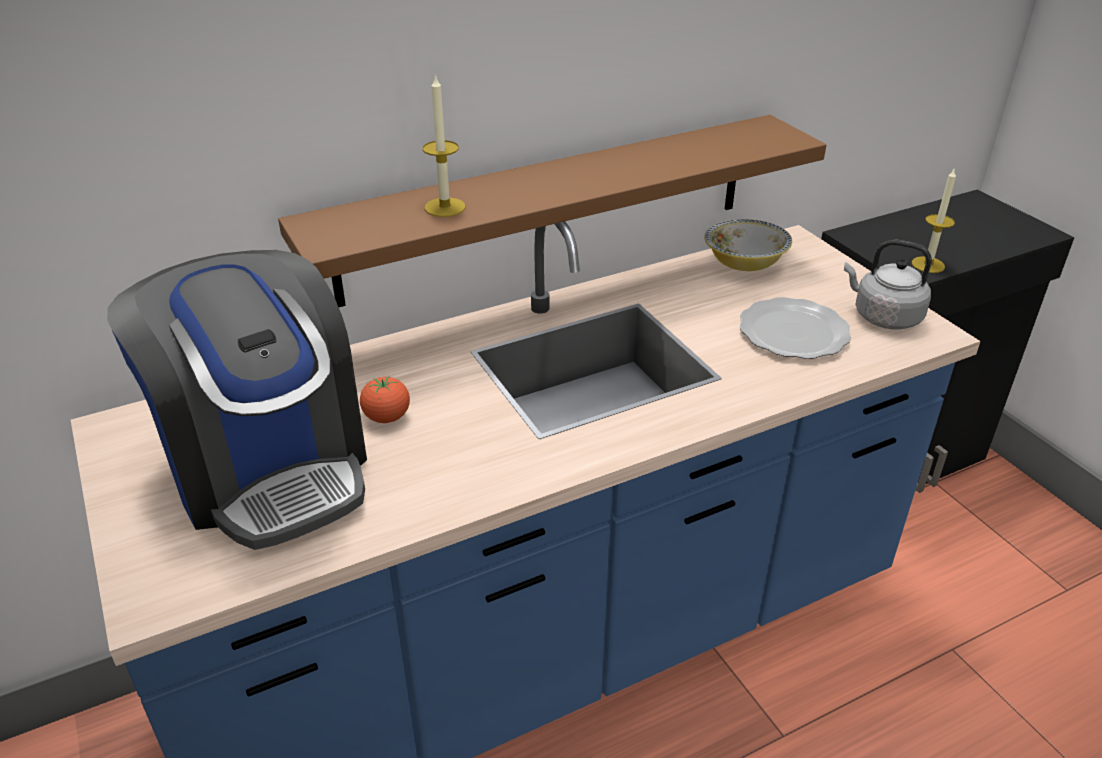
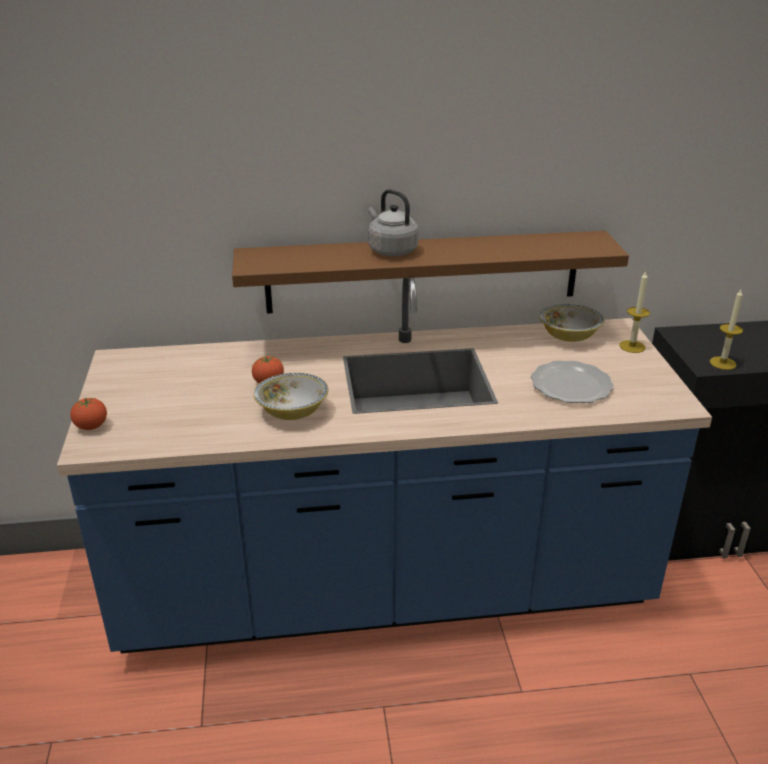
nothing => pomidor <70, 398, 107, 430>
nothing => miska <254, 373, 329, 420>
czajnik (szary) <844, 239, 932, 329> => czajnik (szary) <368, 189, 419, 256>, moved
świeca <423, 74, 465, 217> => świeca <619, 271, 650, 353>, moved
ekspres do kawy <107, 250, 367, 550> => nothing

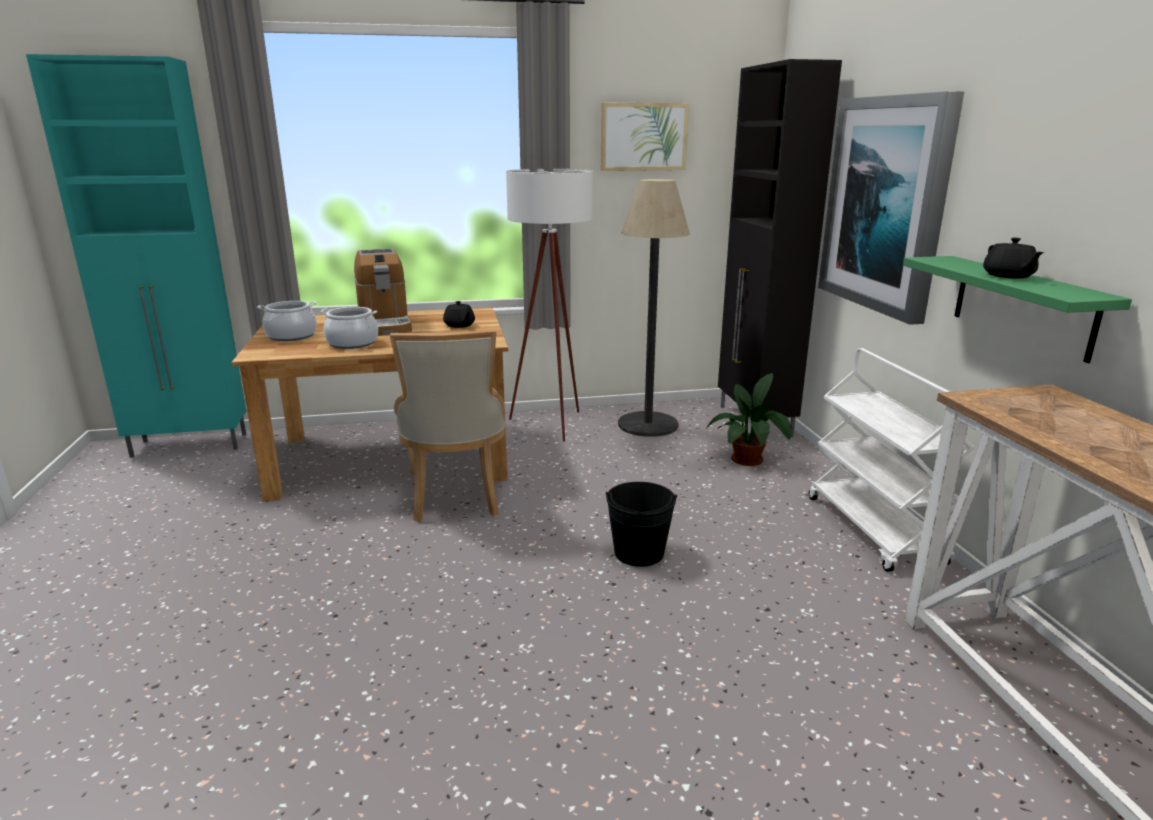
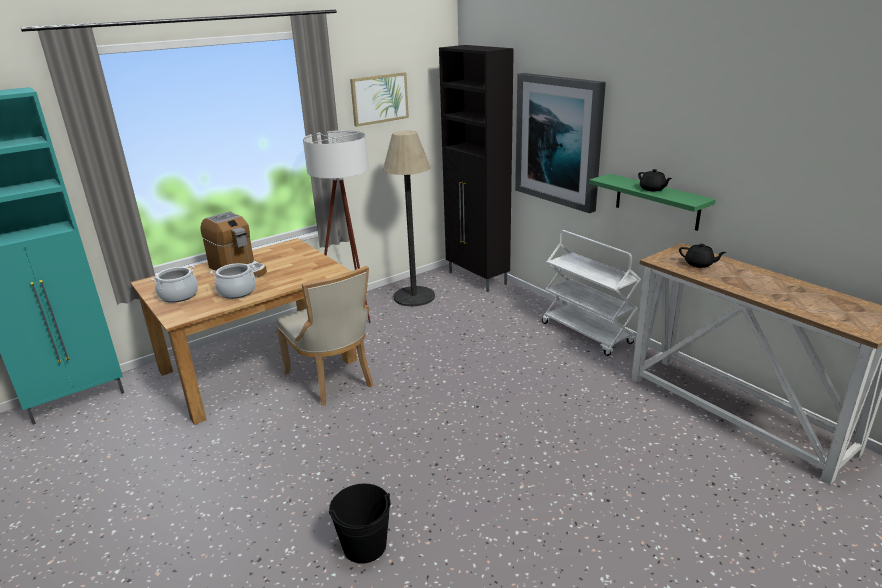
wiadro (czarny) <606, 482, 677, 567> => wiadro (czarny) <329, 483, 390, 564>, moved
imbryk (czarny) <443, 301, 475, 328> => imbryk (czarny) <679, 244, 727, 268>, moved
roślina doniczkowa <706, 373, 793, 466> => nothing

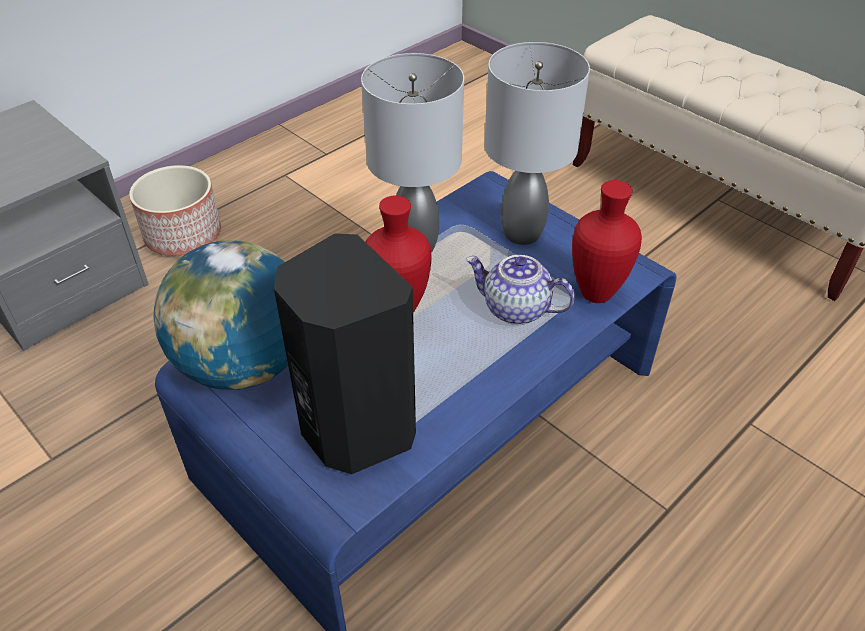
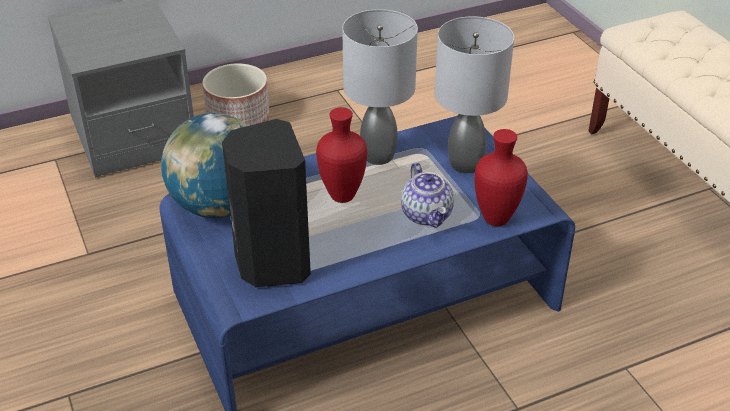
imbryk <466, 255, 575, 325> => imbryk <401, 162, 454, 228>, 150 degrees counterclockwise

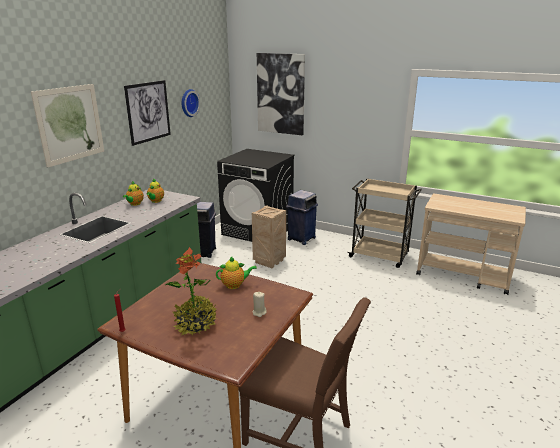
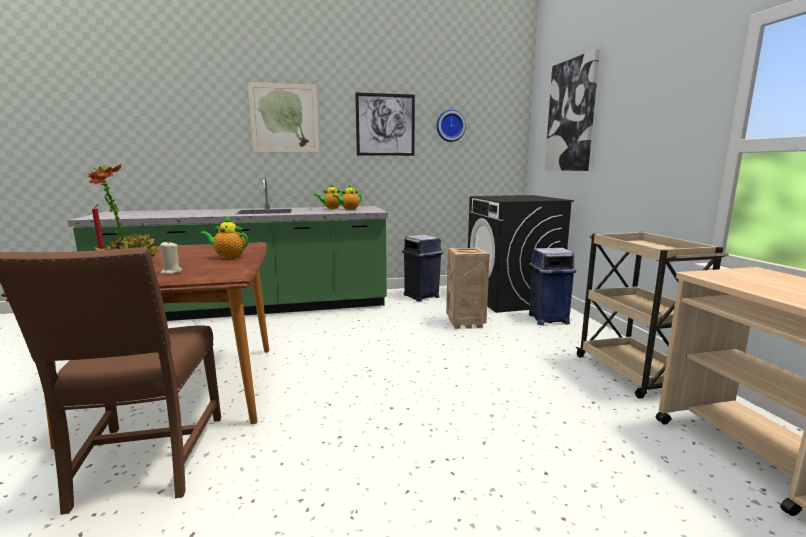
imbryk <216, 256, 257, 289> => imbryk <200, 216, 248, 259>, 150 degrees clockwise

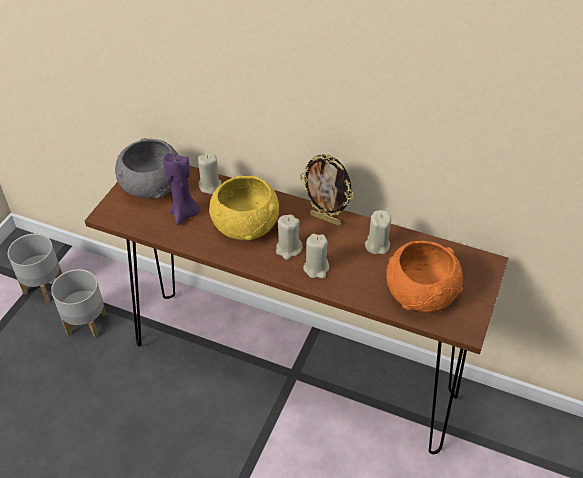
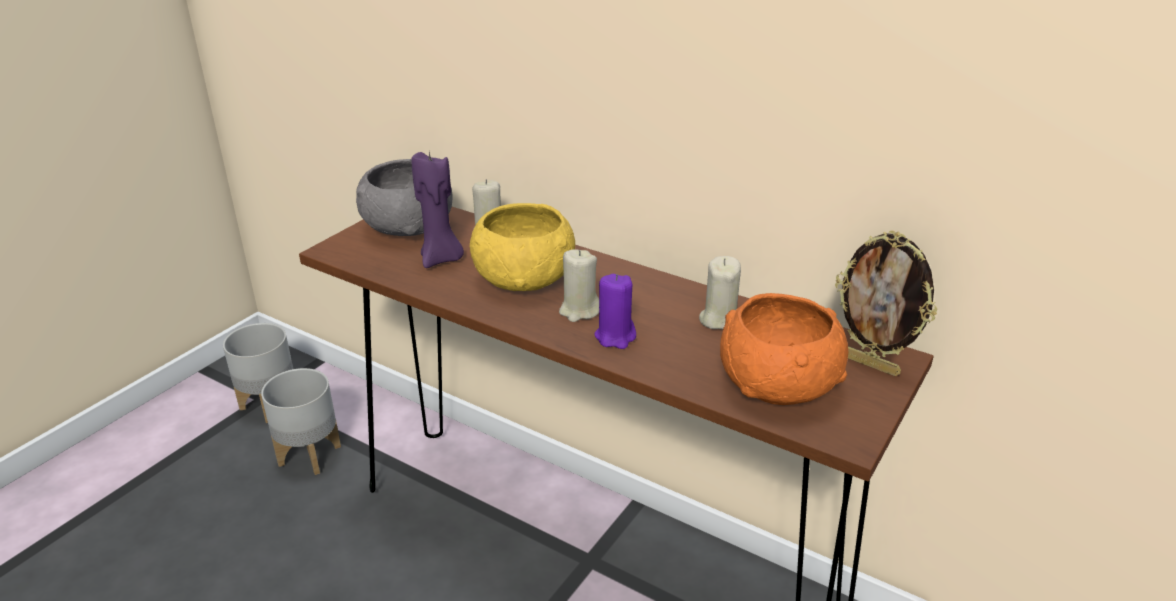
świeca (beżowy) <303, 234, 329, 278> => świeca (fioletowy) <595, 274, 636, 349>
ramka na zdjęcie <300, 154, 354, 225> => ramka na zdjęcie <835, 231, 937, 376>, moved

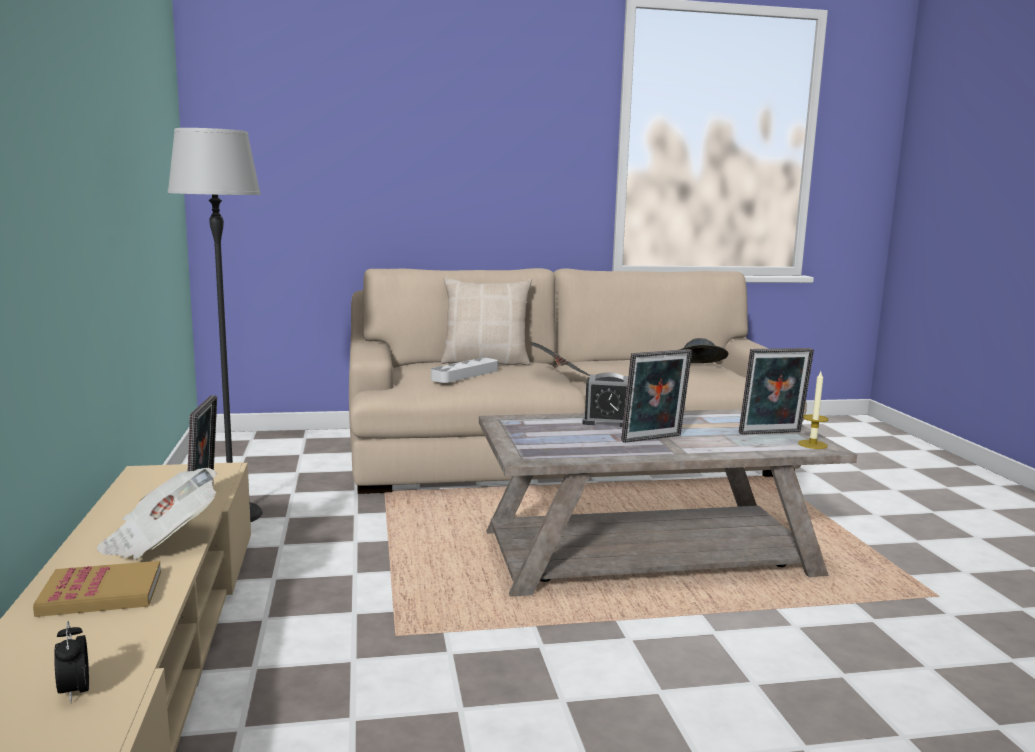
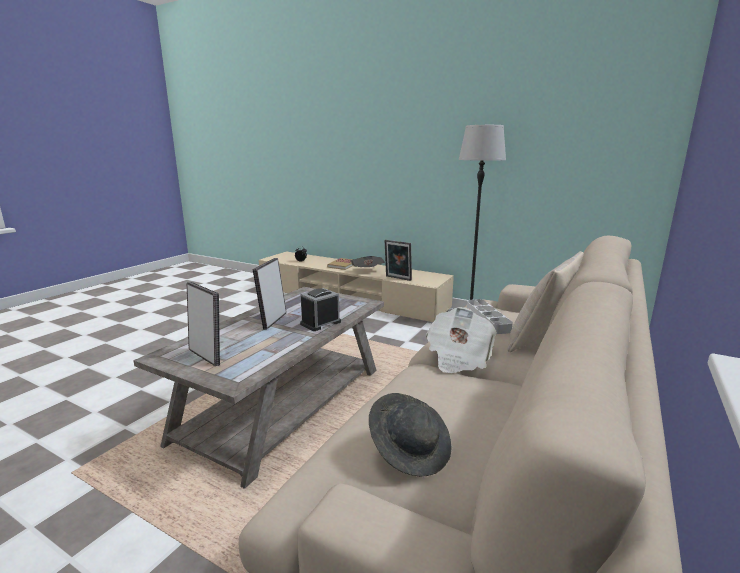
ramka na zdjęcie <739, 348, 814, 435> => ramka na zdjęcie <187, 282, 220, 366>, 105 degrees clockwise
świeca <798, 372, 828, 449> => nothing

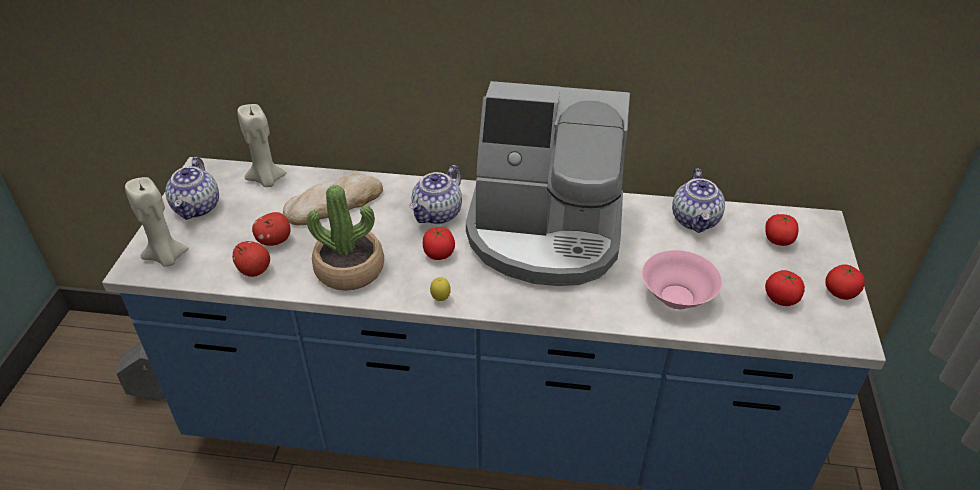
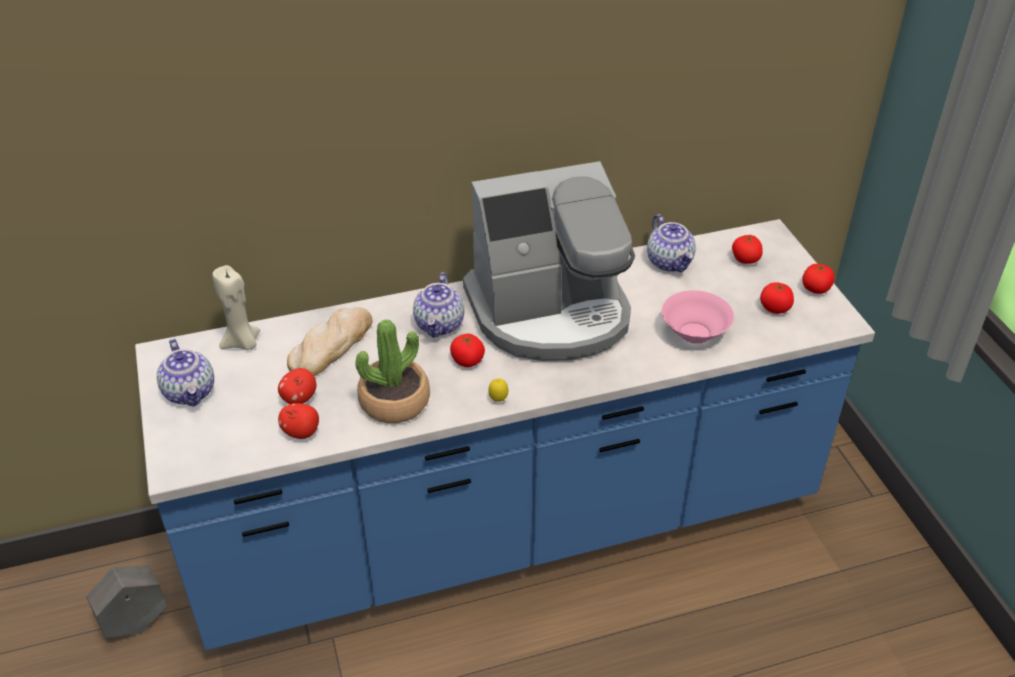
świeca (beżowy) <125, 177, 189, 267> => nothing

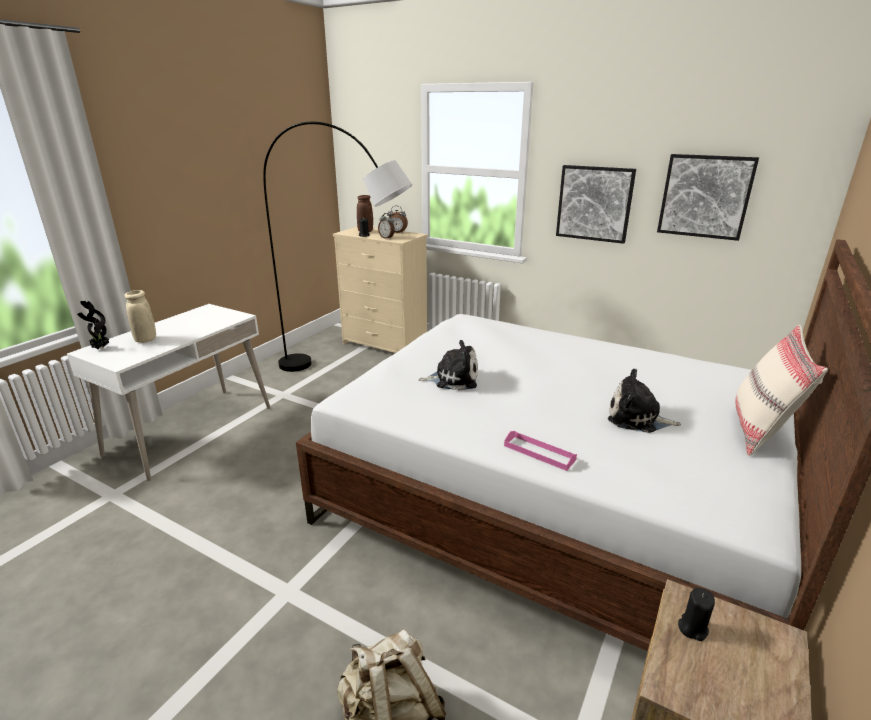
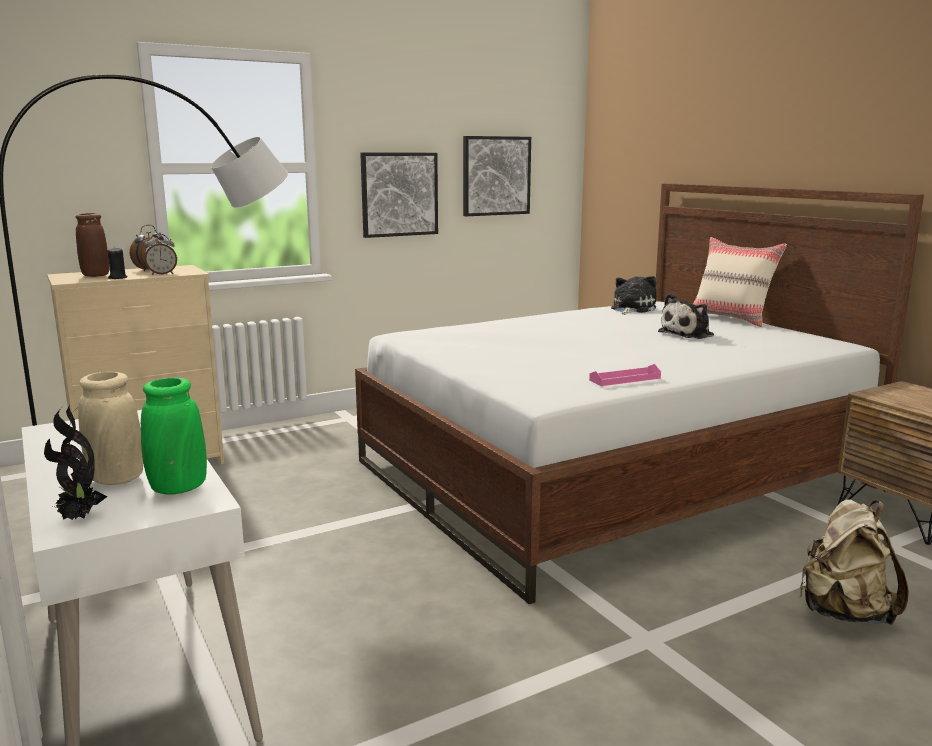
nothing => wazon (zielony) <141, 378, 207, 495>
taca (różowy) <504, 431, 577, 471> => taca (różowy) <589, 364, 661, 386>, moved
pluszak <418, 340, 478, 391> => pluszak <611, 276, 656, 315>, moved
świeca (czarny) <678, 588, 715, 641> => nothing

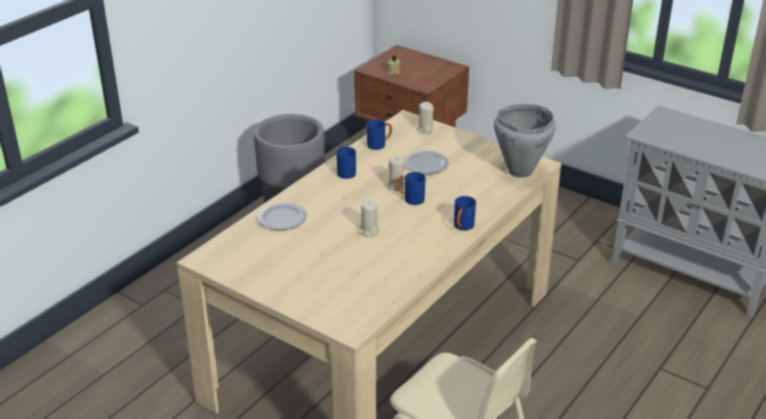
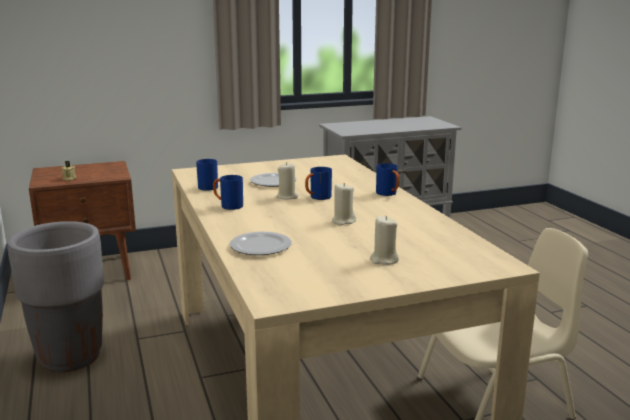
świeca (beżowy) <416, 102, 435, 134> => świeca (beżowy) <370, 216, 399, 265>, moved
garnek (szary) <494, 104, 556, 178> => nothing

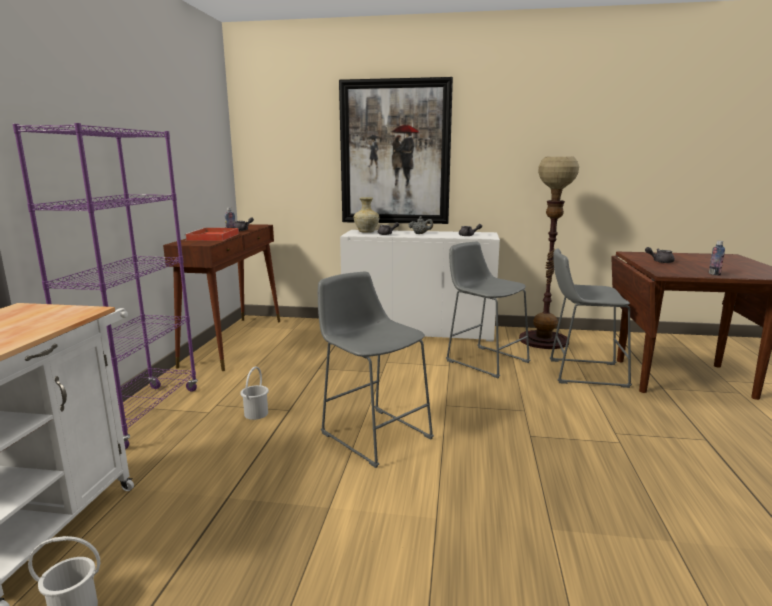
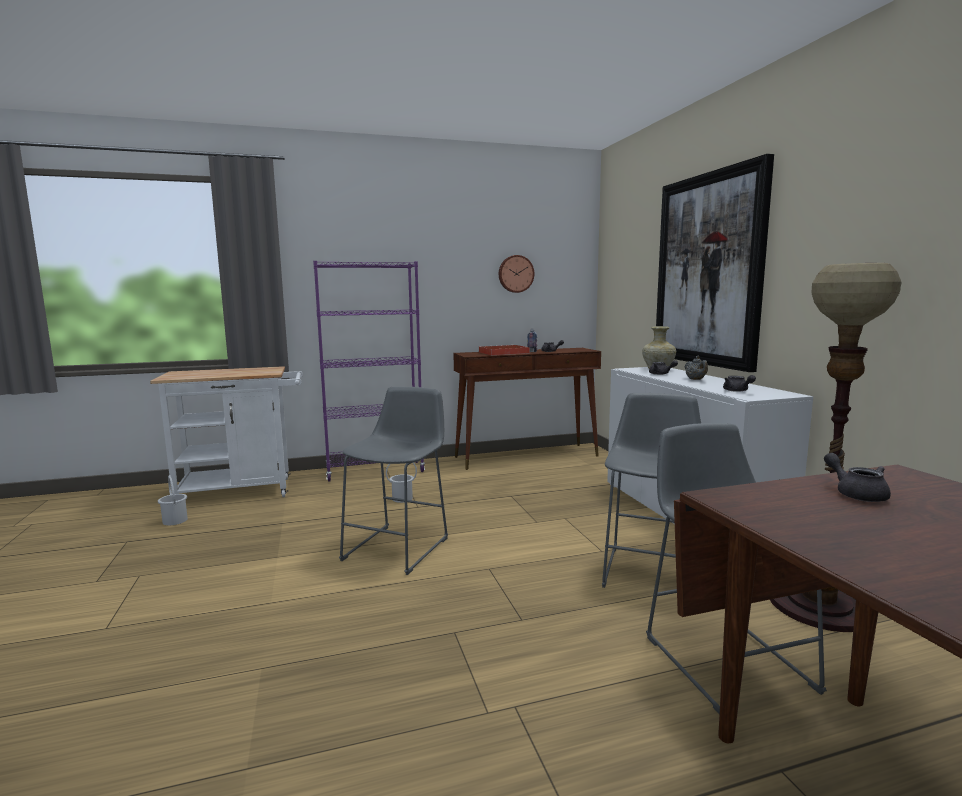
nothing => zegar ścienny <499, 255, 534, 293>
butelka <709, 241, 725, 276> => nothing

